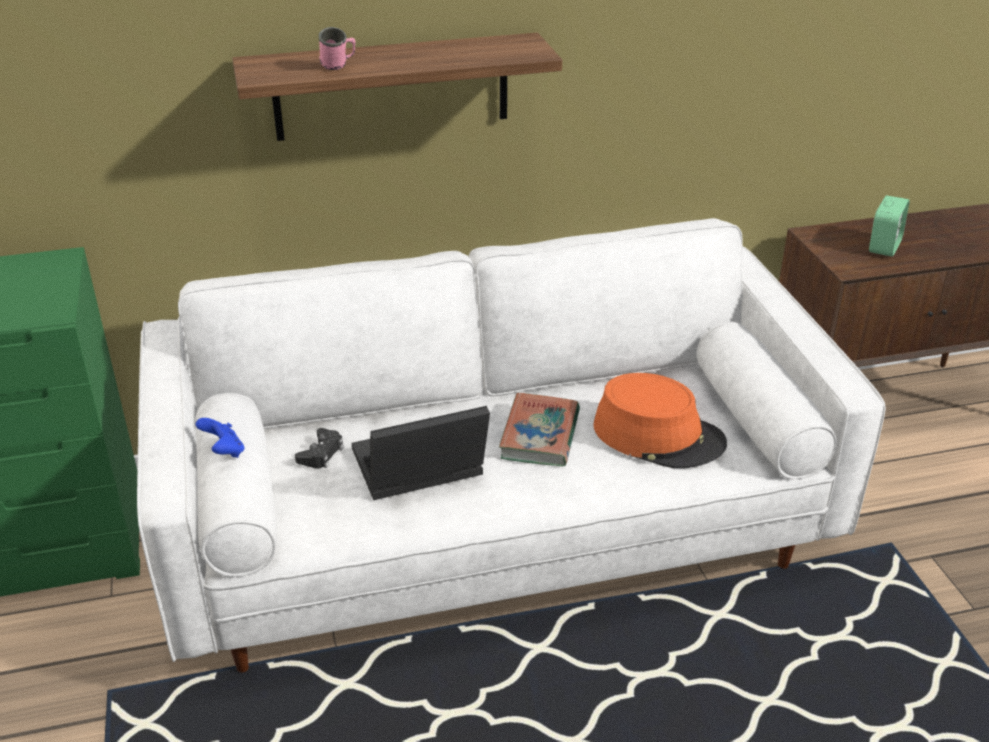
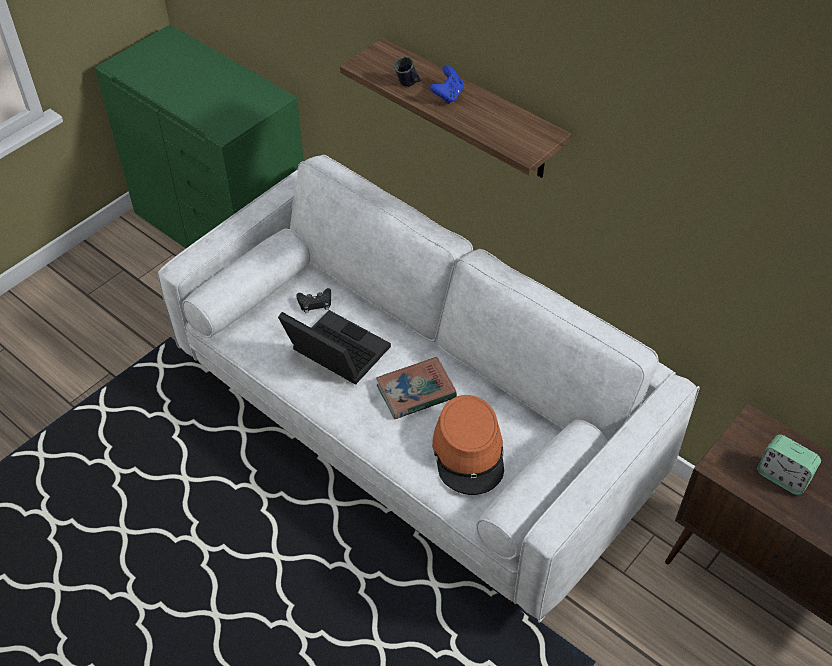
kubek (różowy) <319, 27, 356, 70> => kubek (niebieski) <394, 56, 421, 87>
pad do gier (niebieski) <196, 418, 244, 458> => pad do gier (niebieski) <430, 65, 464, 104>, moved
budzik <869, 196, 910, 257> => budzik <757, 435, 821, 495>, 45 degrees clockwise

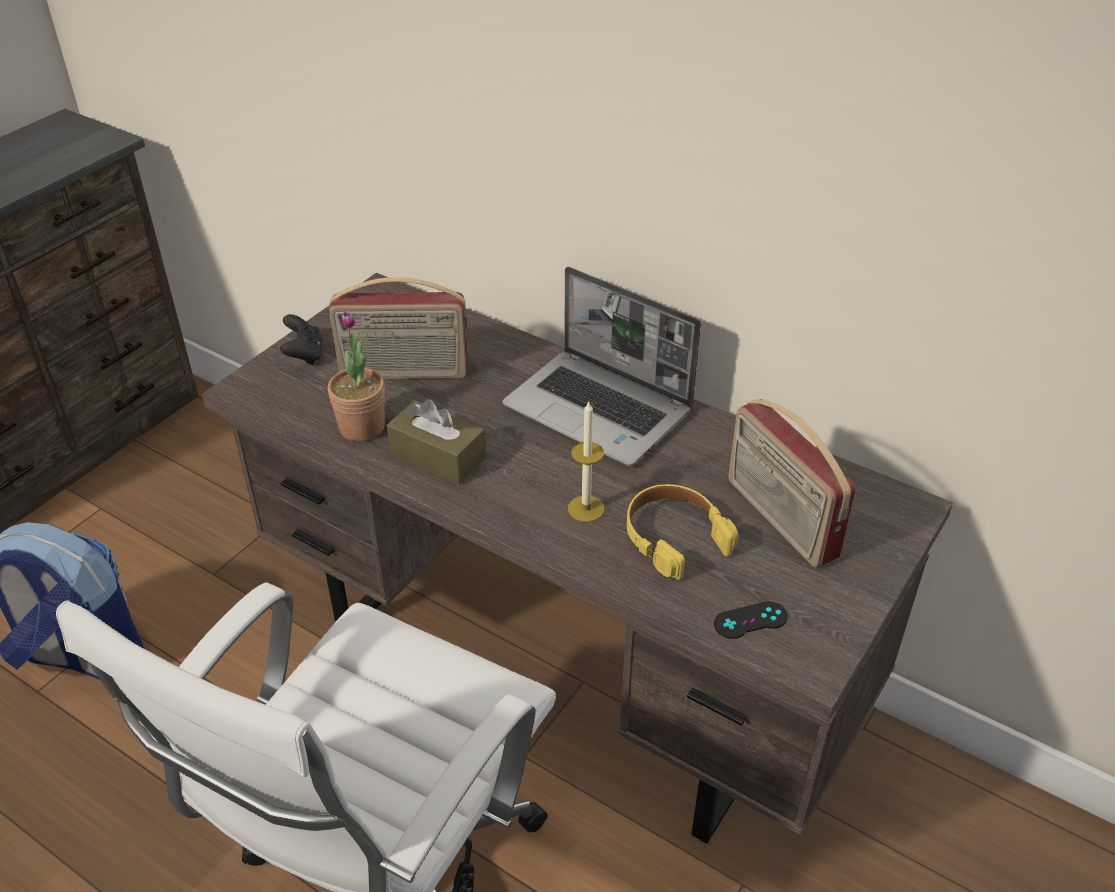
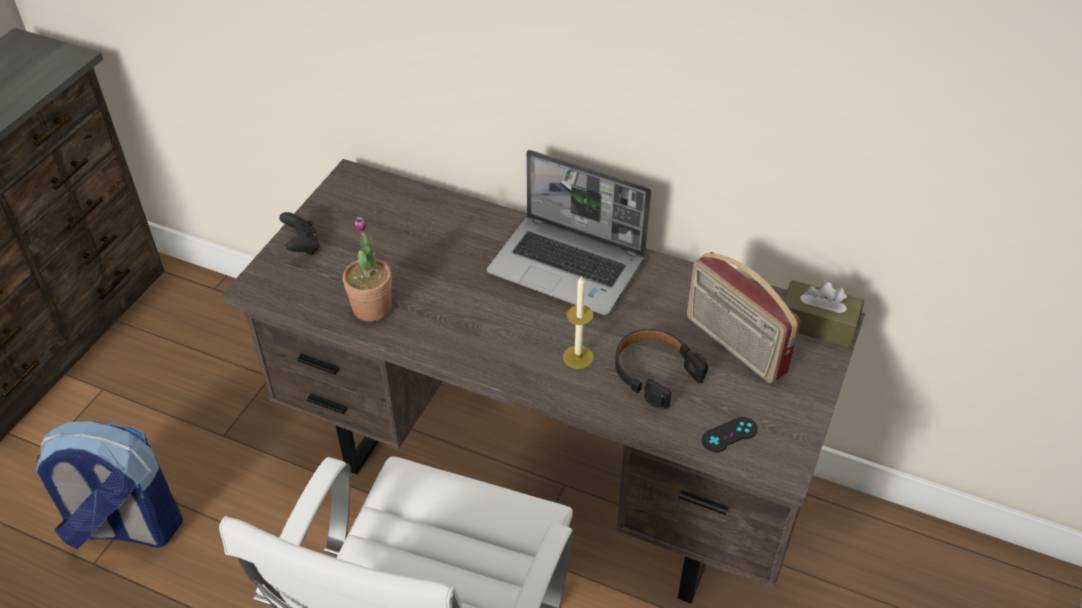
słuchawki (żółty) <627, 484, 739, 580> => słuchawki (czarny) <615, 329, 708, 409>
pudełko chusteczek (brązowy) <387, 399, 486, 484> => pudełko chusteczek (brązowy) <784, 280, 864, 348>, moved
radio <329, 277, 468, 379> => nothing

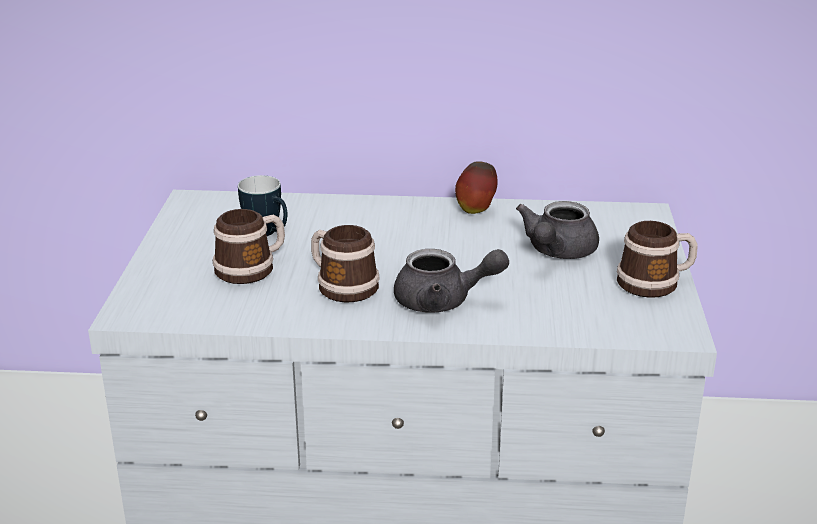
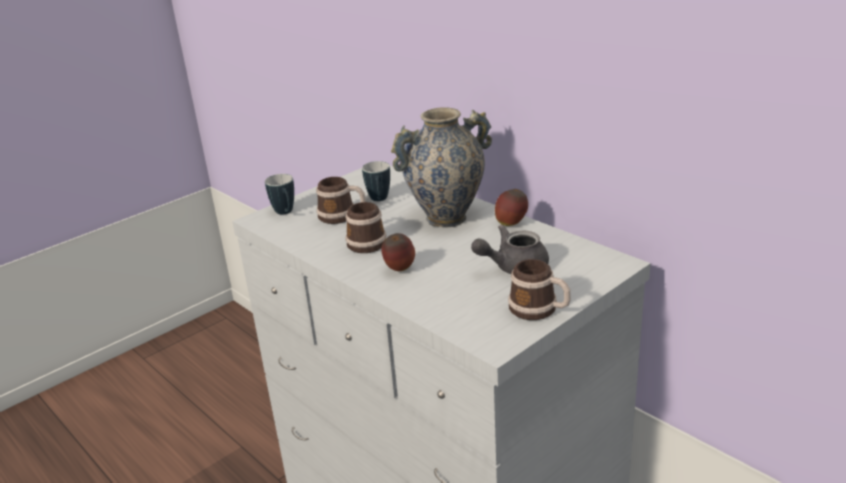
nothing => kubek <265, 174, 294, 215>
imbryk (szary) <394, 249, 509, 313> => jabłko <381, 233, 415, 271>
nothing => wazon <391, 107, 492, 228>

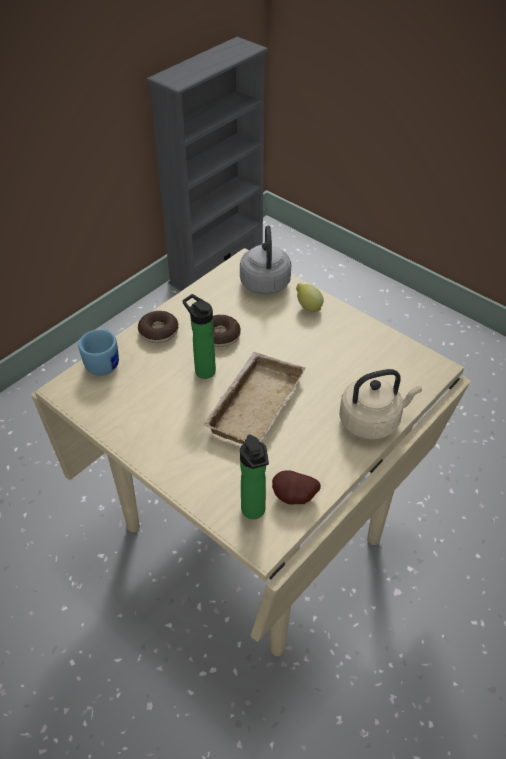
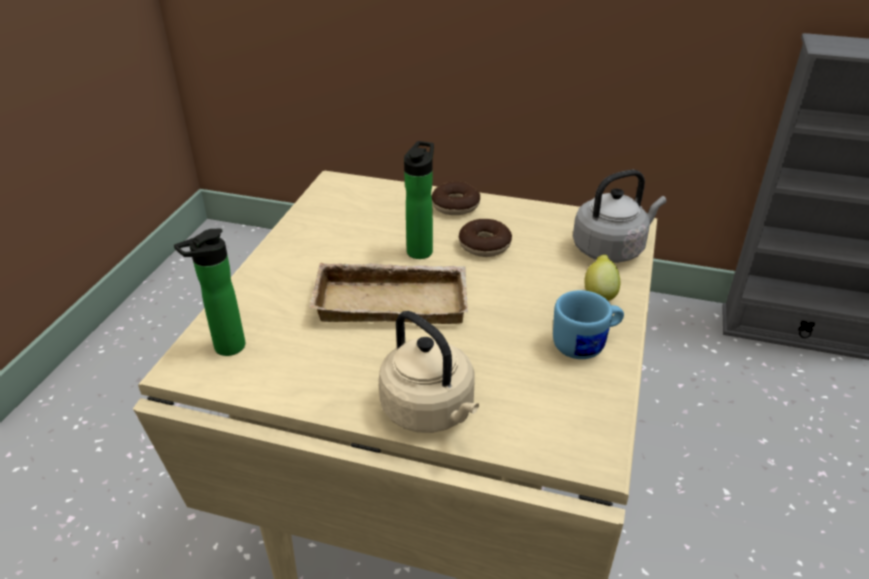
kubek (niebieski) <78, 329, 119, 376> => kubek (niebieski) <553, 290, 624, 359>, moved
ziemniak <272, 470, 321, 505> => nothing

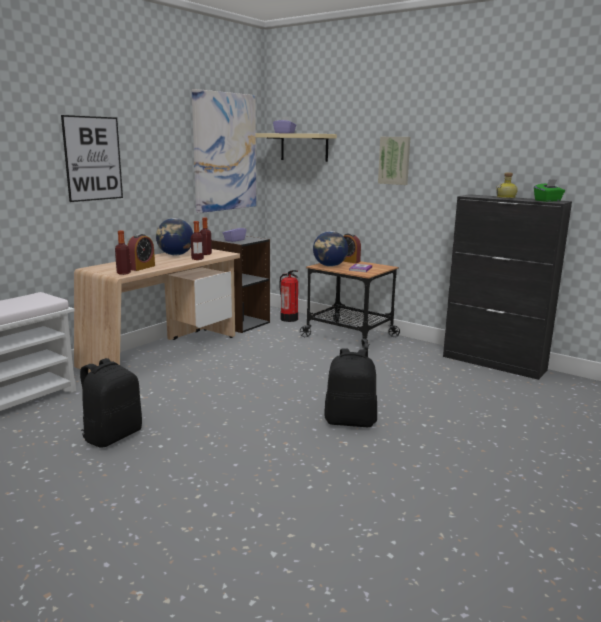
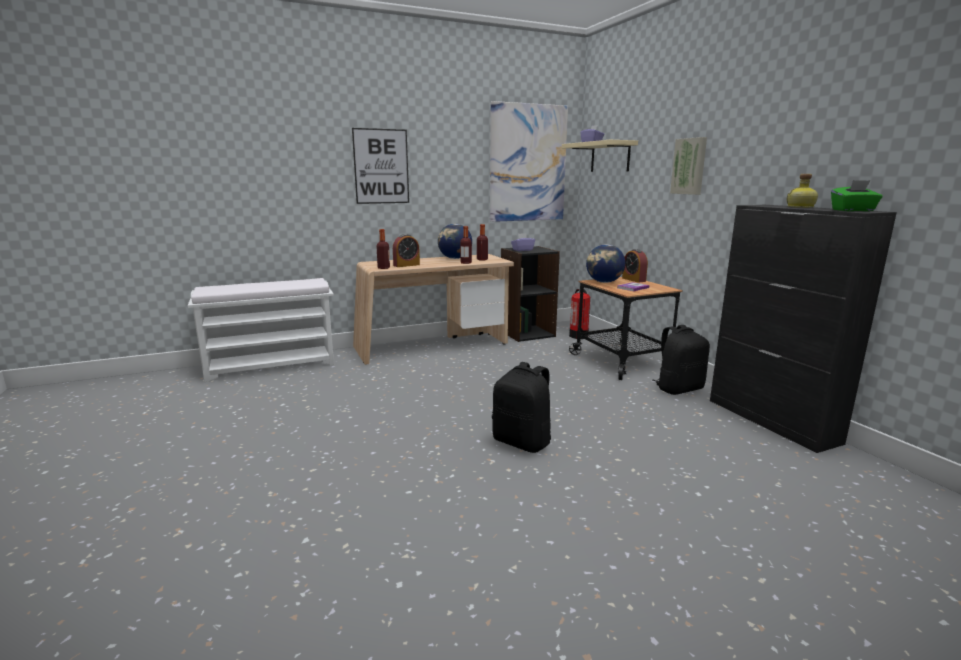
plecak (czarny) <80, 358, 142, 448> => plecak (czarny) <653, 325, 710, 395>, moved

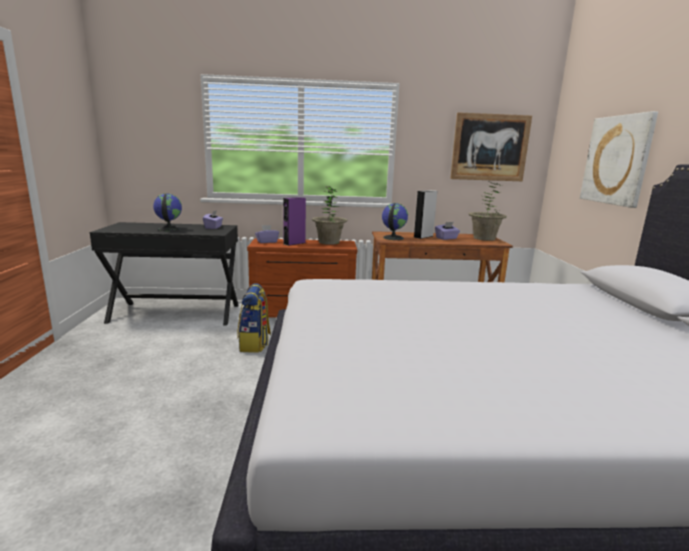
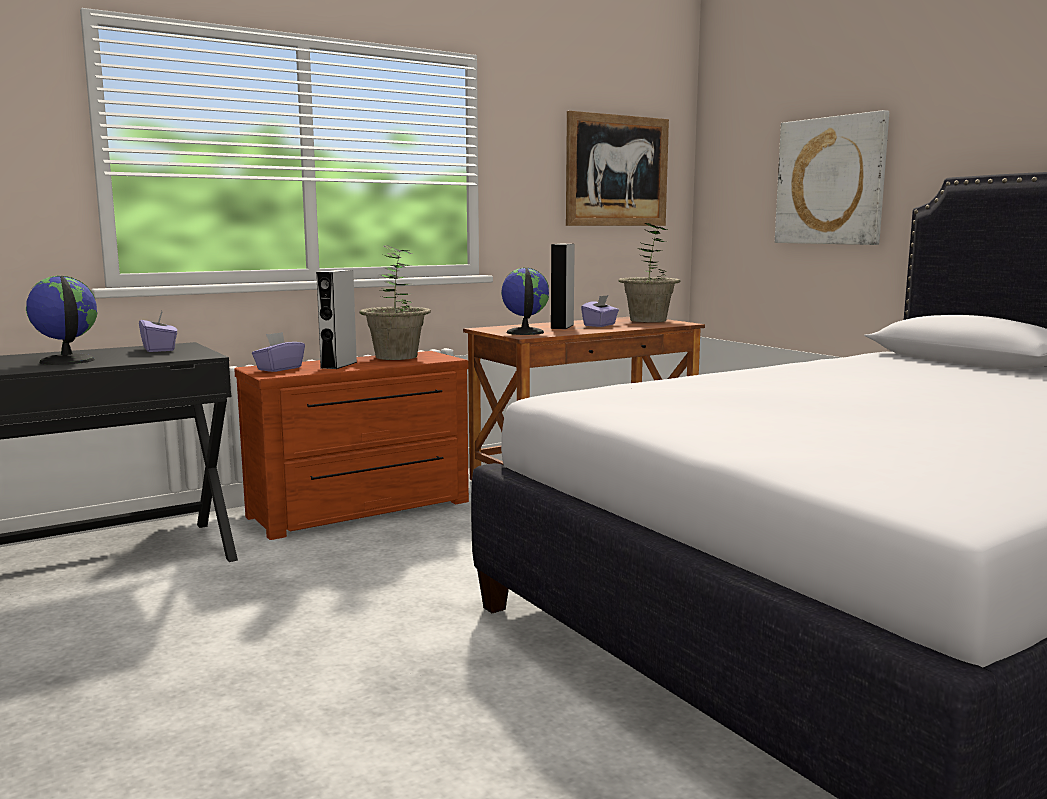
głośnik (fioletowy) <283, 197, 306, 246> => głośnik (szary) <316, 270, 357, 369>
plecak <237, 283, 271, 352> => nothing

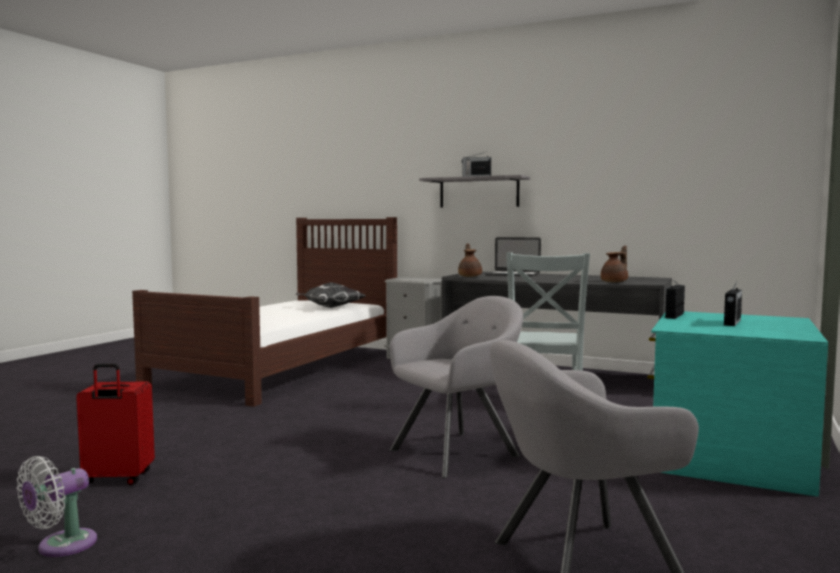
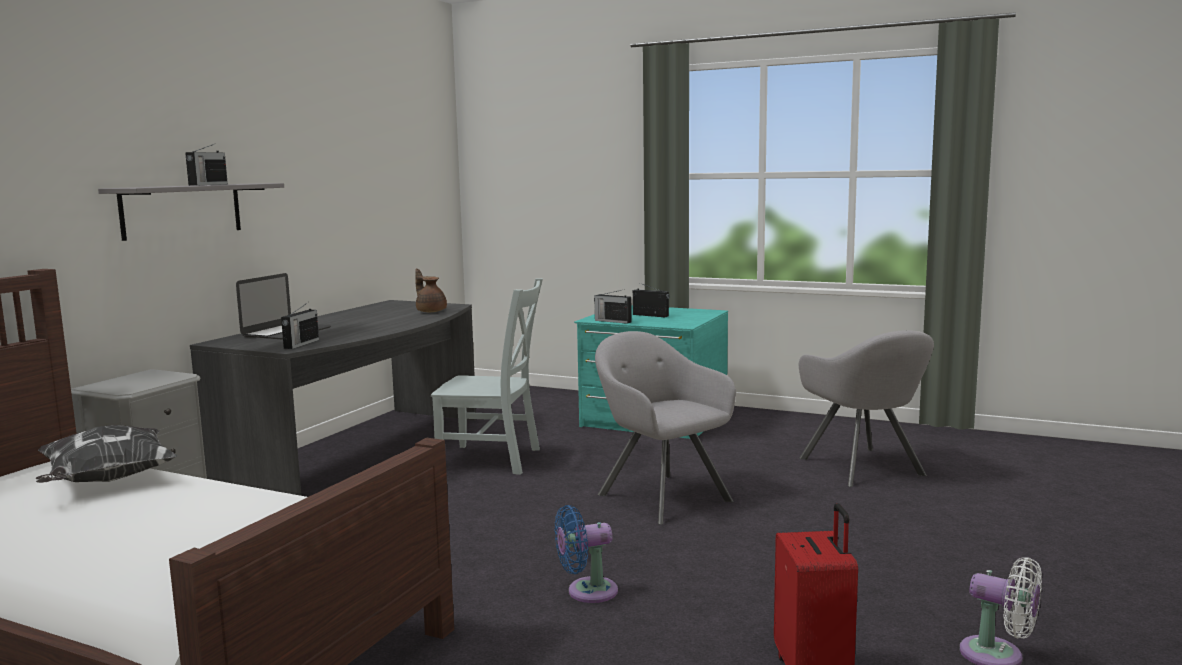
imbryk (brązowy) <458, 243, 482, 277> => radio <281, 303, 319, 349>
nothing => wentylator (niebieski) <555, 505, 618, 603>

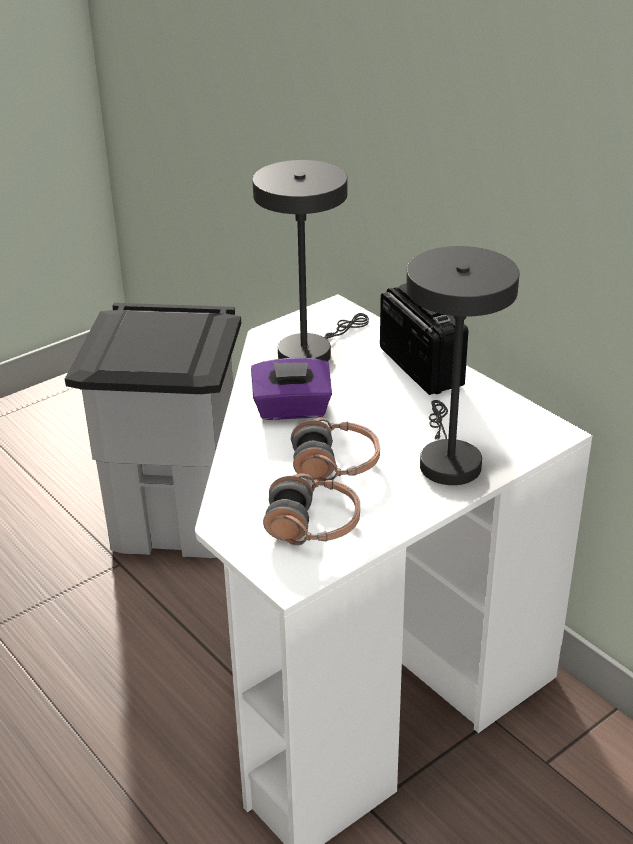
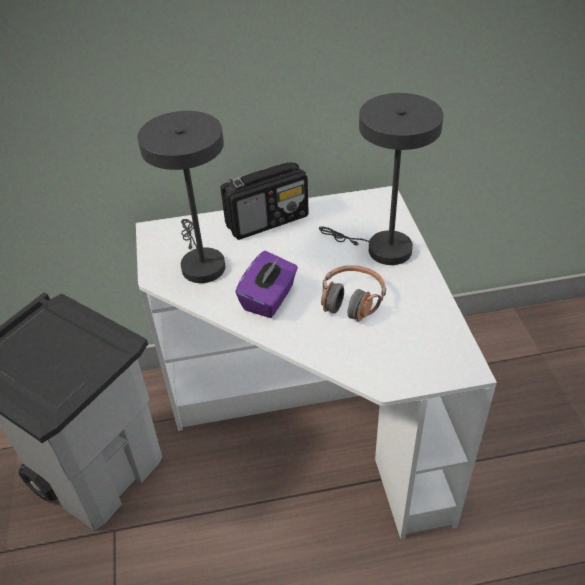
radio <380, 284, 468, 395> => radio <220, 162, 309, 240>, 150 degrees clockwise
słuchawki <263, 473, 360, 546> => nothing

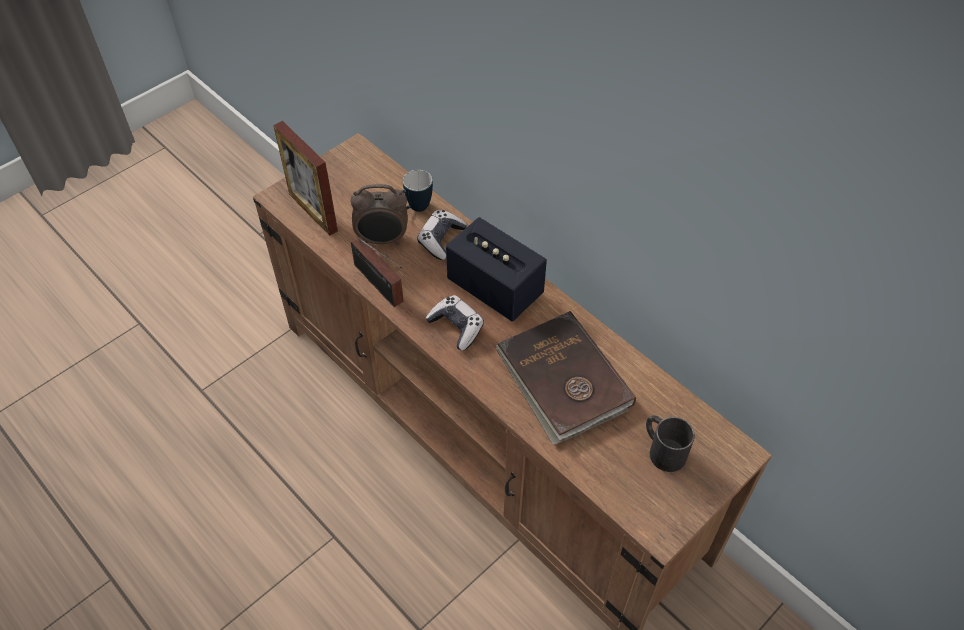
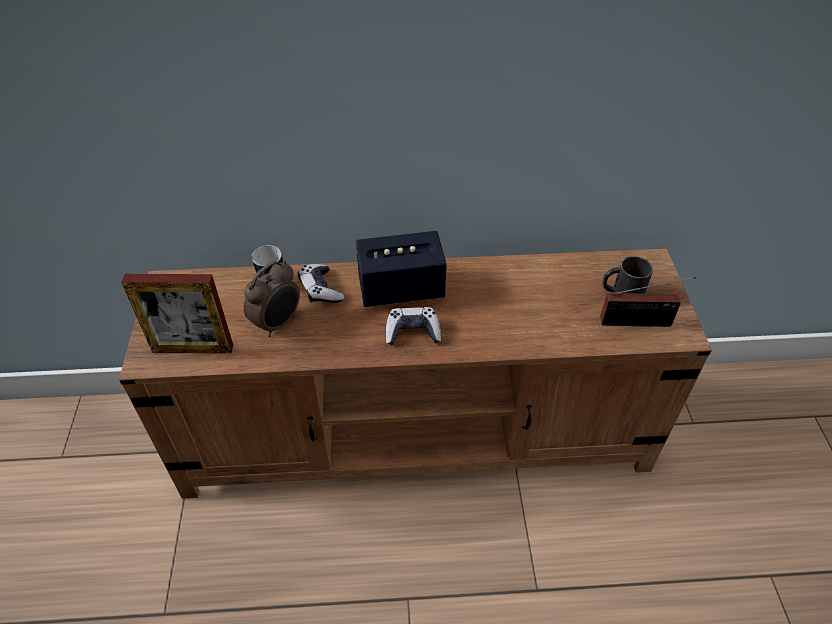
radio <351, 237, 404, 307> => radio <600, 277, 696, 327>, moved
książka (brązowy) <496, 311, 636, 445> => nothing

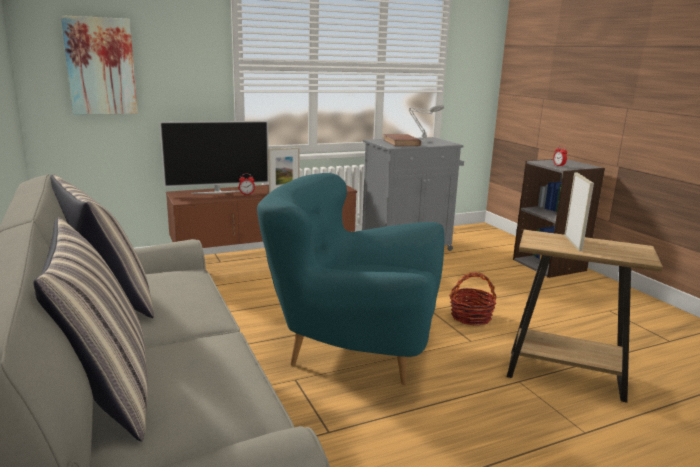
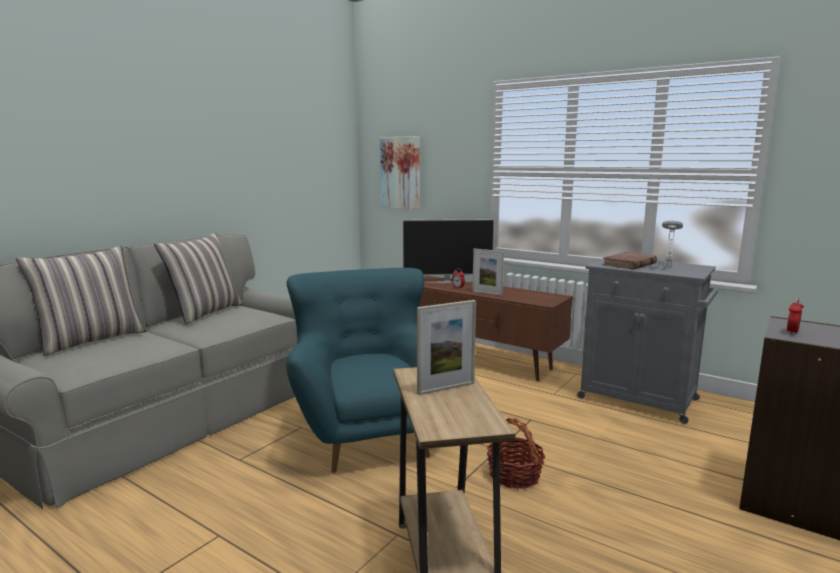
telewizor <159, 121, 269, 194> => telewizor <402, 219, 495, 283>, 45 degrees counterclockwise

